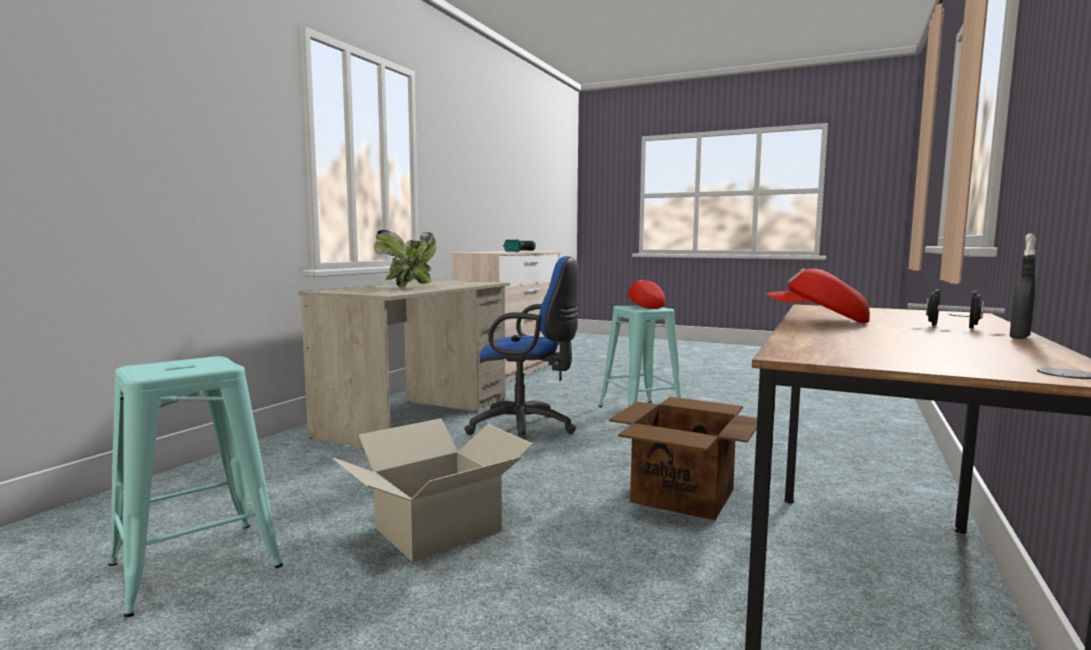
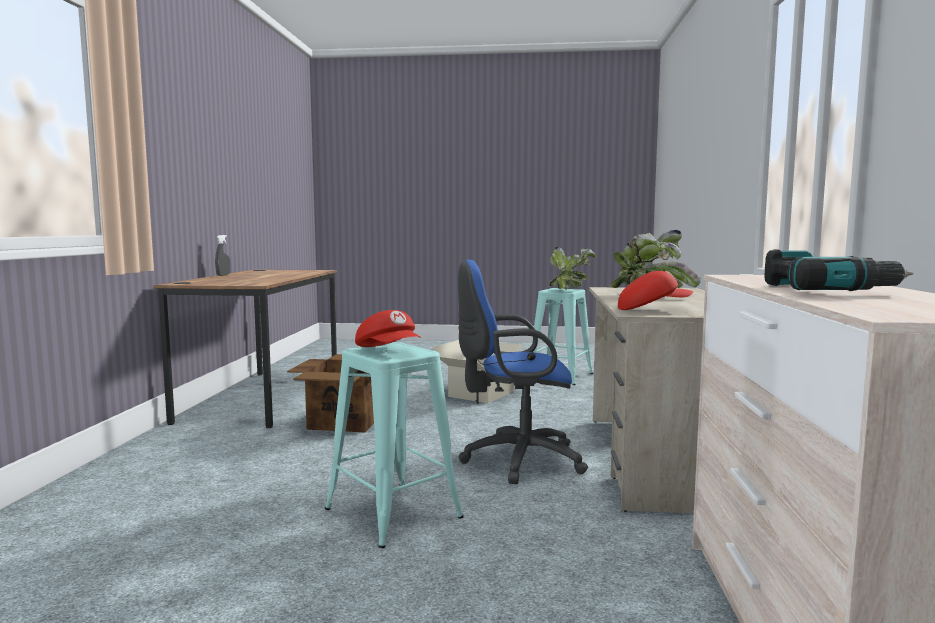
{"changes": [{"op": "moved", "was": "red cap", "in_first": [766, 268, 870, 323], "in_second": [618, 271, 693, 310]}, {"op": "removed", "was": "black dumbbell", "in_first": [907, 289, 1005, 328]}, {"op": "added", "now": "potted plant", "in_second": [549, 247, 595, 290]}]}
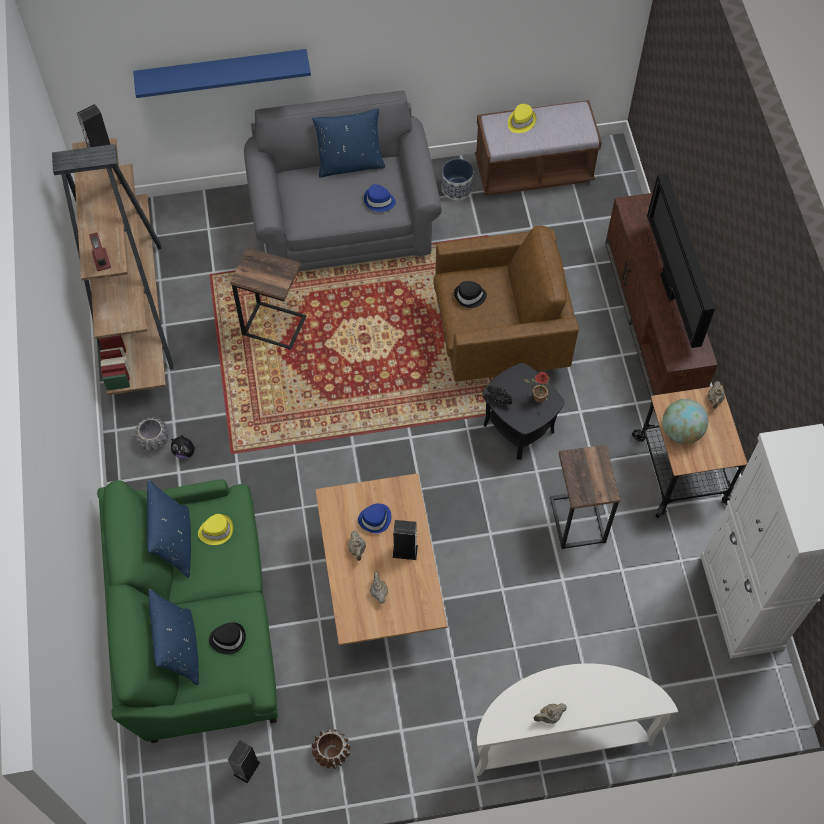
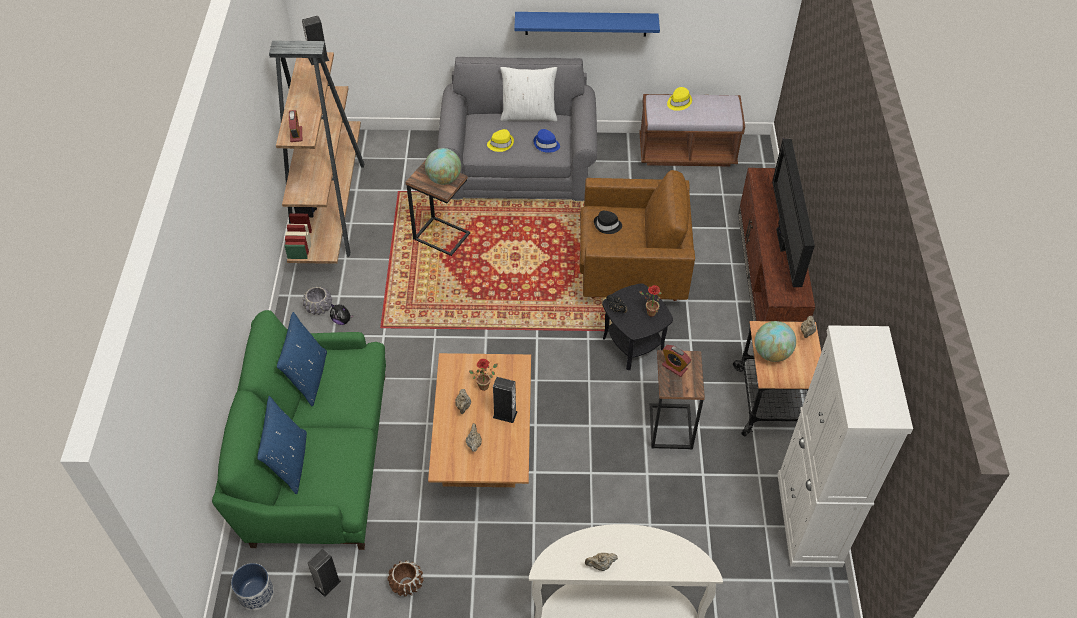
{"changes": [{"op": "moved", "was": "blue shelf", "in_first": [133, 49, 311, 98], "in_second": [514, 12, 660, 36]}, {"op": "moved", "was": "yellow hat", "in_first": [198, 514, 233, 545], "in_second": [487, 129, 514, 152]}, {"op": "removed", "was": "black hat", "in_first": [209, 622, 246, 654]}, {"op": "recoloured", "was": "blue pillow", "now": "white pillow", "in_first": [312, 108, 385, 178], "in_second": [500, 67, 557, 122]}, {"op": "replaced", "was": "blue hat", "now": "potted plant", "in_first": [358, 503, 391, 533], "in_second": [469, 359, 498, 391]}, {"op": "moved", "was": "planter", "in_first": [442, 159, 473, 200], "in_second": [231, 563, 274, 610]}, {"op": "added", "now": "globe", "in_second": [425, 148, 461, 185]}, {"op": "added", "now": "alarm clock", "in_second": [662, 345, 691, 377]}]}
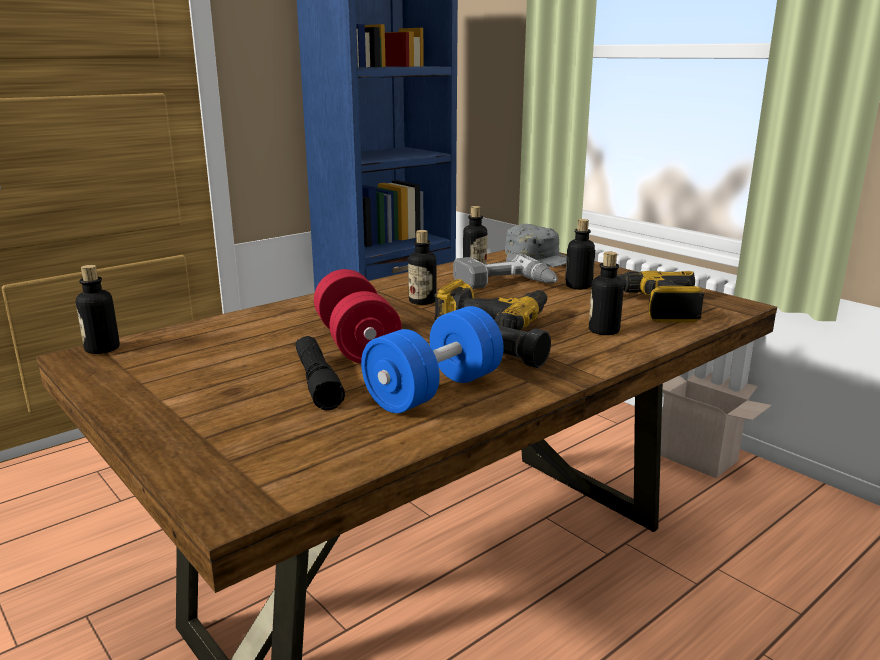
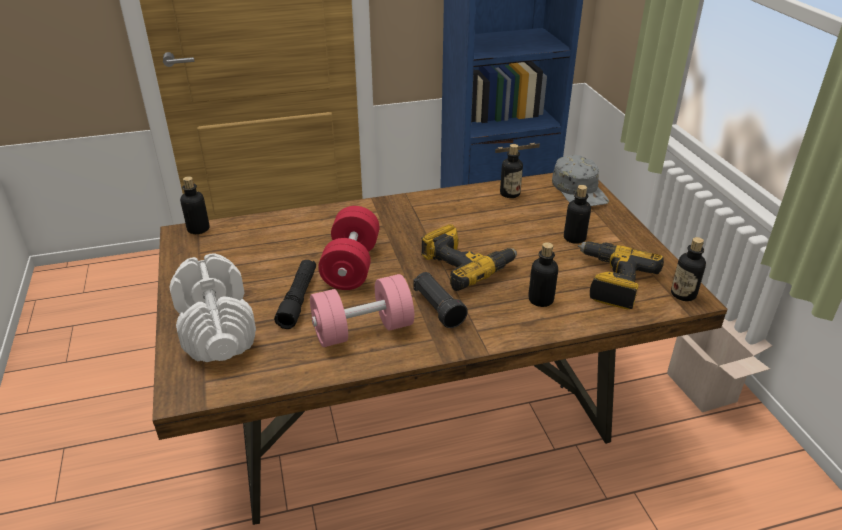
{"changes": [{"op": "recoloured", "was": "blue dumbbell", "now": "pink dumbbell", "in_first": [361, 306, 504, 413], "in_second": [310, 274, 414, 347]}, {"op": "moved", "was": "bottle", "in_first": [408, 230, 436, 305], "in_second": [671, 237, 706, 301]}, {"op": "removed", "was": "power drill", "in_first": [453, 253, 558, 289]}, {"op": "added", "now": "white dumbbell", "in_second": [169, 253, 256, 362]}]}
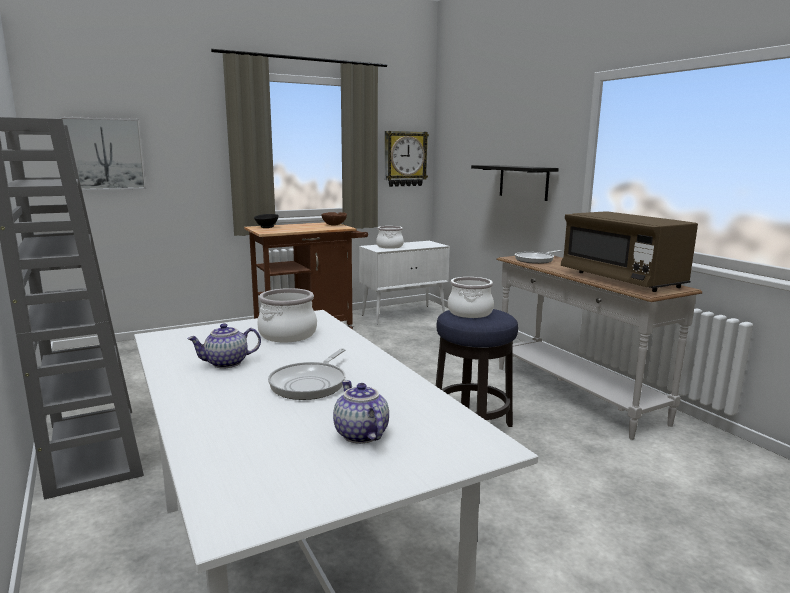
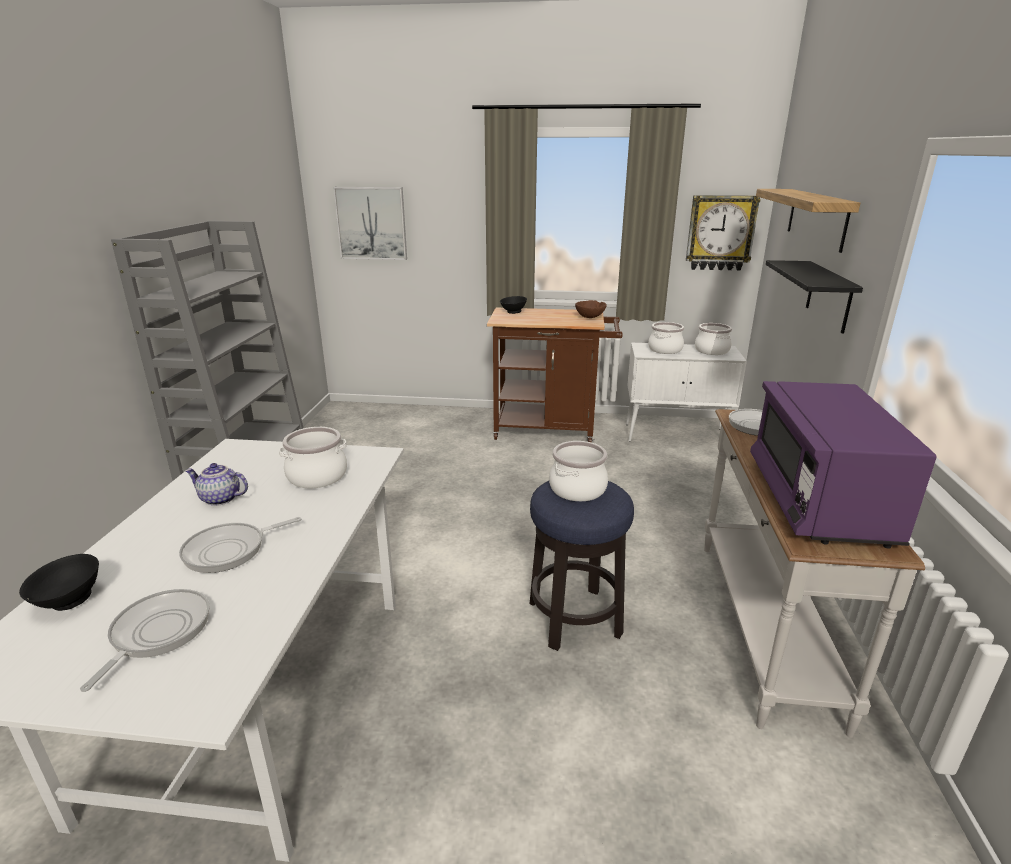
{"changes": [{"op": "replaced", "was": "teapot", "now": "frying pan", "in_first": [333, 380, 389, 444], "in_second": [80, 589, 210, 692]}, {"op": "recoloured", "was": "brown microwave", "now": "purple microwave", "in_first": [561, 211, 698, 292], "in_second": [750, 381, 937, 549]}, {"op": "added", "now": "black bowl", "in_second": [19, 554, 99, 611]}, {"op": "added", "now": "cooking pot", "in_second": [695, 323, 732, 355]}, {"op": "added", "now": "shelf", "in_second": [756, 189, 860, 253]}]}
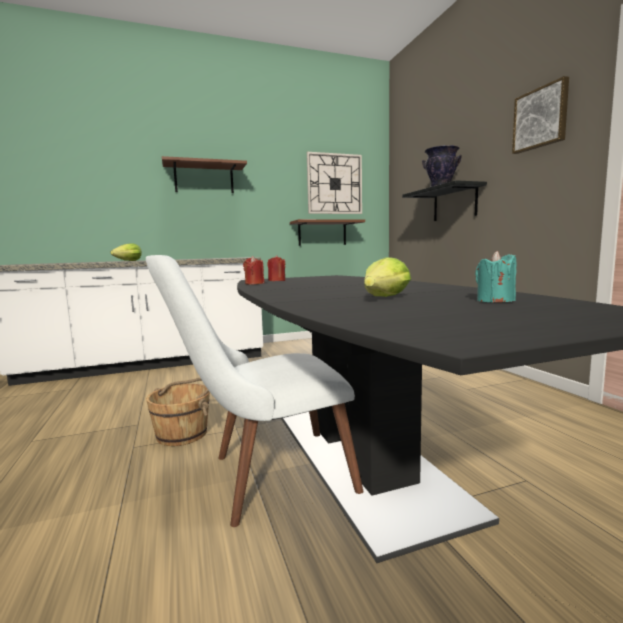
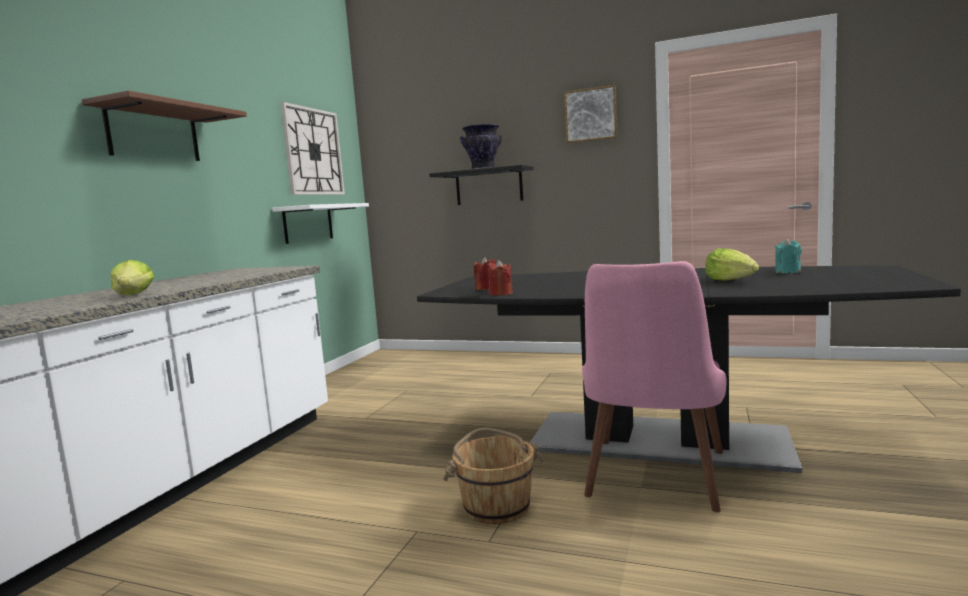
{"changes": [{"op": "recoloured", "was": "white chair", "now": "pink chair", "in_first": [146, 255, 363, 527], "in_second": [582, 261, 726, 513]}, {"op": "recoloured", "was": "brown shelf", "now": "white shelf", "in_first": [290, 219, 365, 246], "in_second": [272, 203, 369, 244]}]}
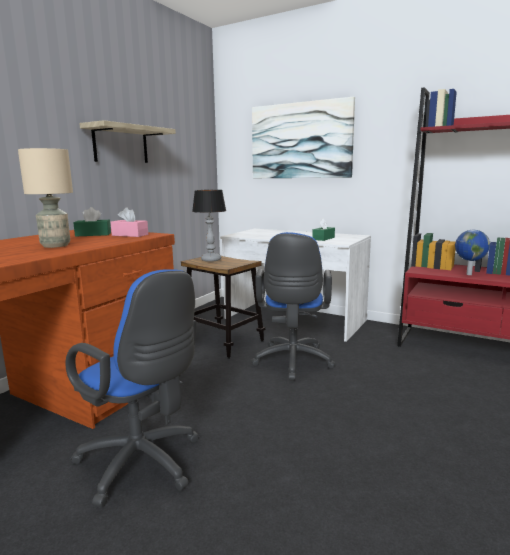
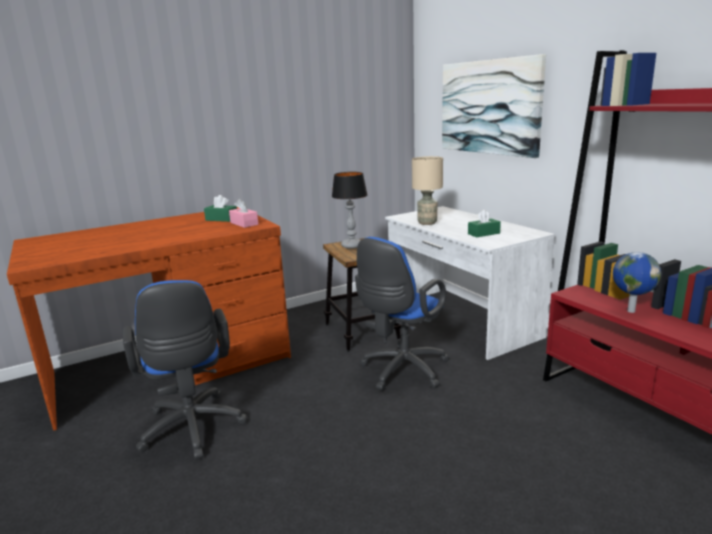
{"changes": [{"op": "moved", "was": "beige table lamp", "in_first": [18, 148, 73, 248], "in_second": [412, 156, 443, 225]}, {"op": "removed", "was": "shelf", "in_first": [79, 120, 176, 163]}]}
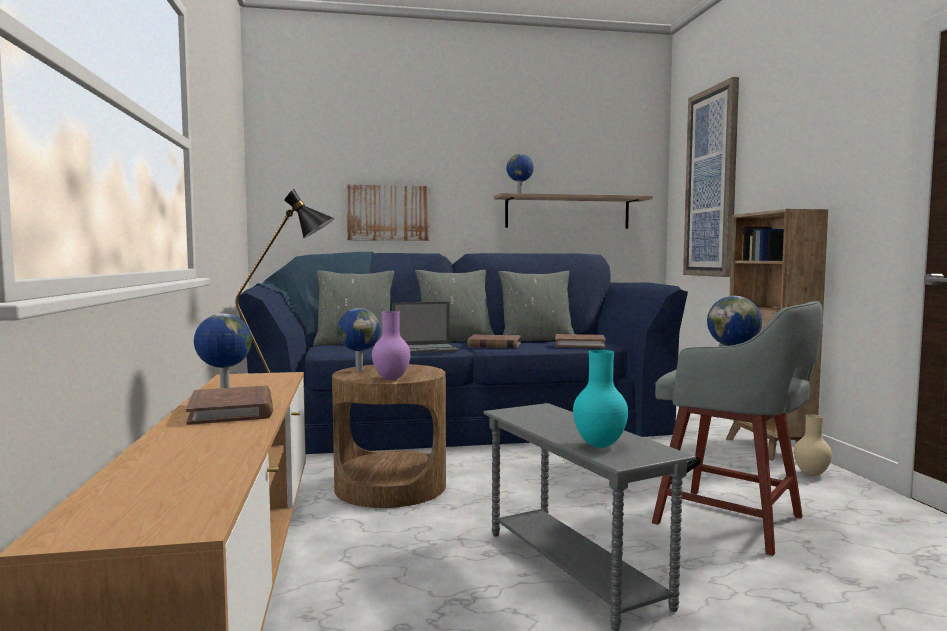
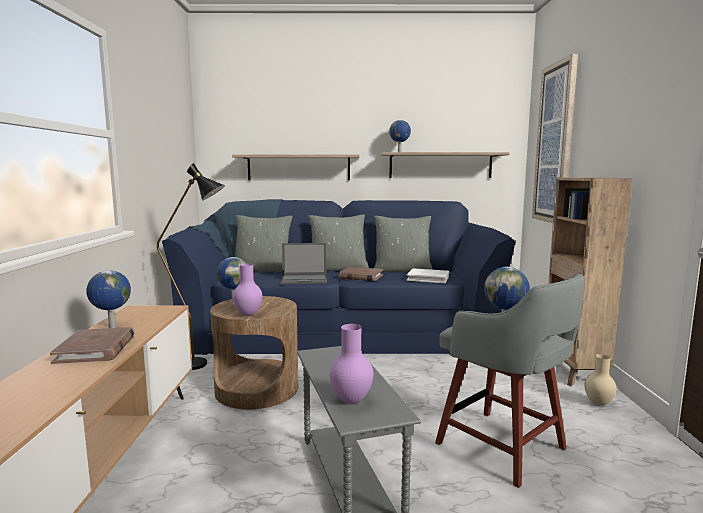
{"changes": [{"op": "replaced", "was": "picture", "now": "shelf", "in_first": [347, 185, 430, 241], "in_second": [232, 155, 360, 180]}, {"op": "recoloured", "was": "brown book", "now": "white book", "in_first": [555, 334, 606, 348], "in_second": [406, 268, 449, 283]}, {"op": "recoloured", "was": "turquoise vase", "now": "purple vase", "in_first": [573, 350, 628, 448], "in_second": [329, 324, 373, 404]}]}
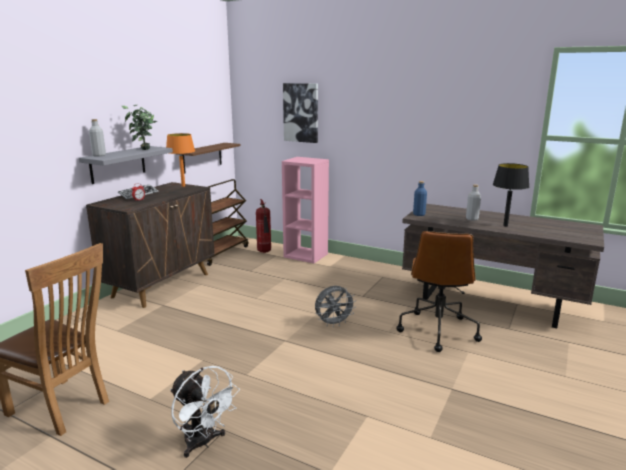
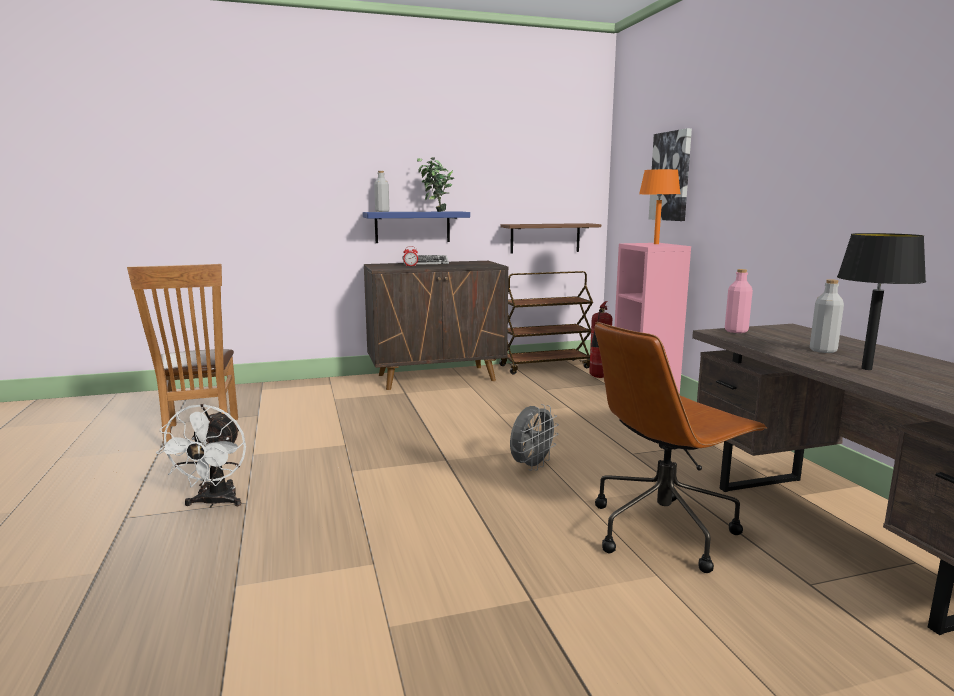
{"changes": [{"op": "recoloured", "was": "grey shelf", "now": "blue shelf", "in_first": [79, 146, 173, 184], "in_second": [363, 211, 470, 243]}, {"op": "moved", "was": "orange table lamp", "in_first": [166, 133, 195, 187], "in_second": [639, 169, 680, 244]}, {"op": "turned", "was": "grey fan", "in_first": [315, 286, 356, 327], "in_second": [510, 404, 559, 471], "clockwise": -75}, {"op": "recoloured", "was": "blue bottle", "now": "pink bottle", "in_first": [413, 181, 427, 216], "in_second": [725, 269, 753, 333]}]}
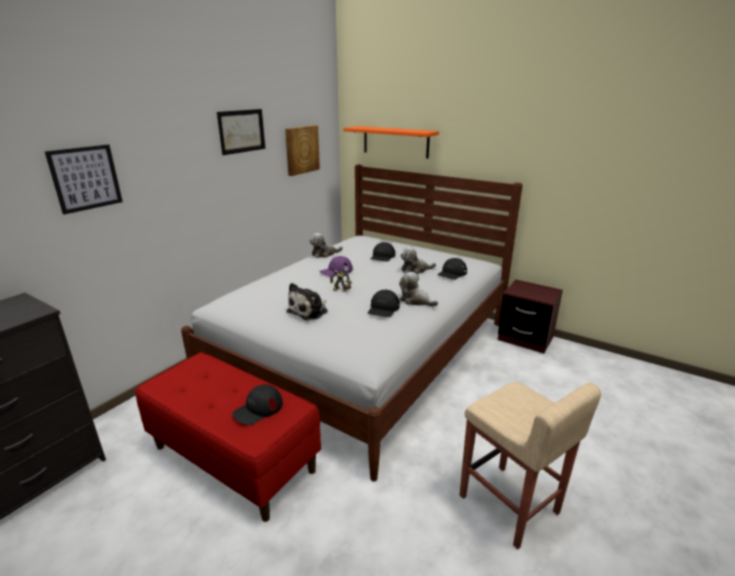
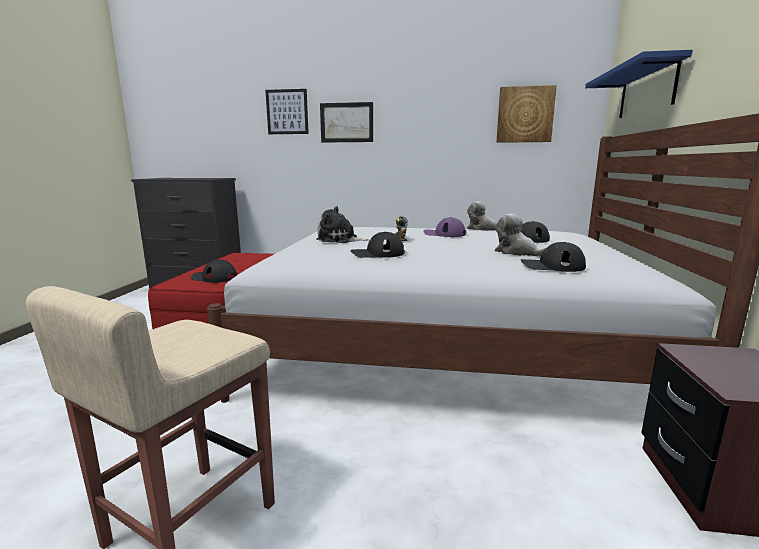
{"changes": [{"op": "moved", "was": "picture", "in_first": [217, 109, 265, 155], "in_second": [320, 102, 373, 143]}, {"op": "recoloured", "was": "orange shelf", "now": "blue shelf", "in_first": [344, 126, 439, 158], "in_second": [585, 50, 693, 118]}, {"op": "removed", "was": "plush toy", "in_first": [399, 272, 438, 307]}]}
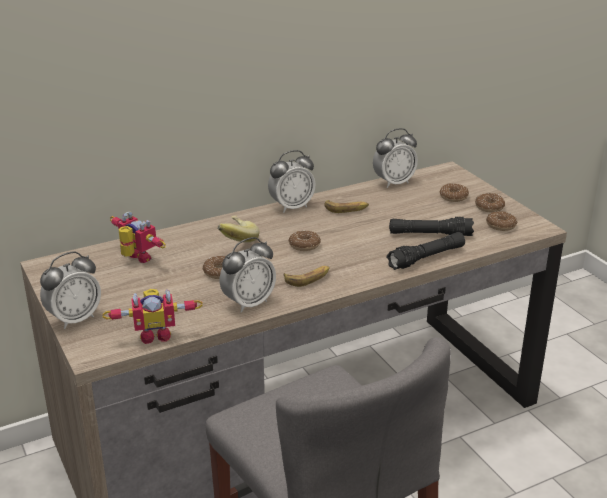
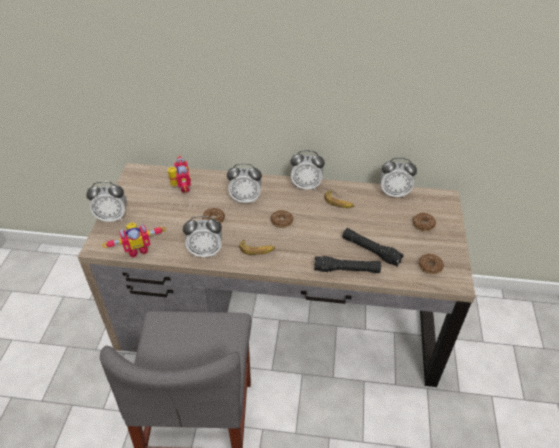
{"changes": [{"op": "turned", "was": "toy robot", "in_first": [102, 289, 203, 344], "in_second": [102, 223, 166, 258], "clockwise": -45}, {"op": "replaced", "was": "banana", "now": "alarm clock", "in_first": [218, 216, 260, 243], "in_second": [227, 163, 262, 203]}, {"op": "removed", "was": "donut", "in_first": [475, 193, 505, 212]}]}
